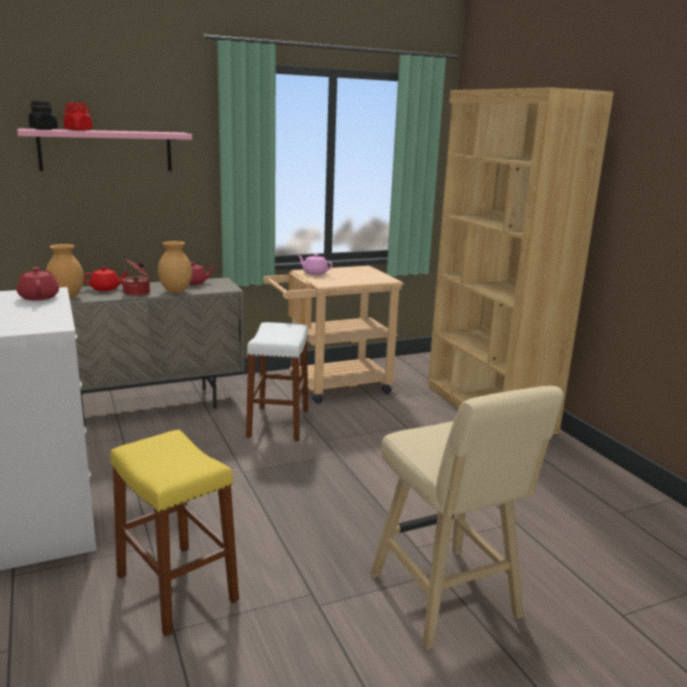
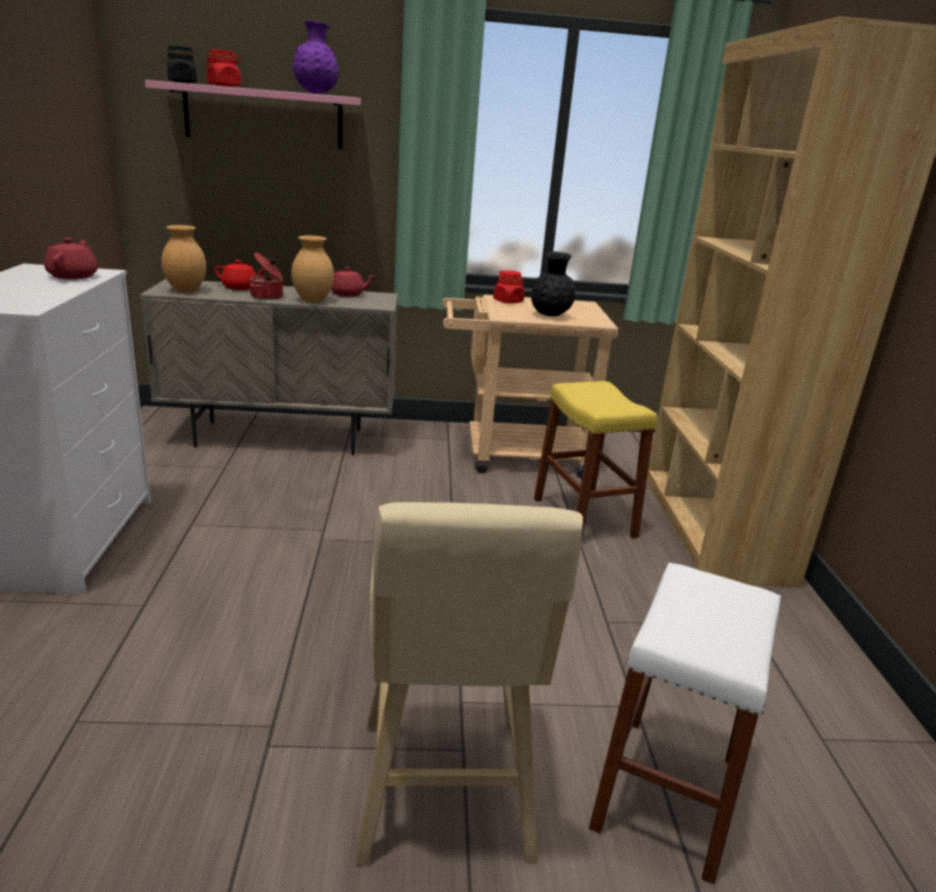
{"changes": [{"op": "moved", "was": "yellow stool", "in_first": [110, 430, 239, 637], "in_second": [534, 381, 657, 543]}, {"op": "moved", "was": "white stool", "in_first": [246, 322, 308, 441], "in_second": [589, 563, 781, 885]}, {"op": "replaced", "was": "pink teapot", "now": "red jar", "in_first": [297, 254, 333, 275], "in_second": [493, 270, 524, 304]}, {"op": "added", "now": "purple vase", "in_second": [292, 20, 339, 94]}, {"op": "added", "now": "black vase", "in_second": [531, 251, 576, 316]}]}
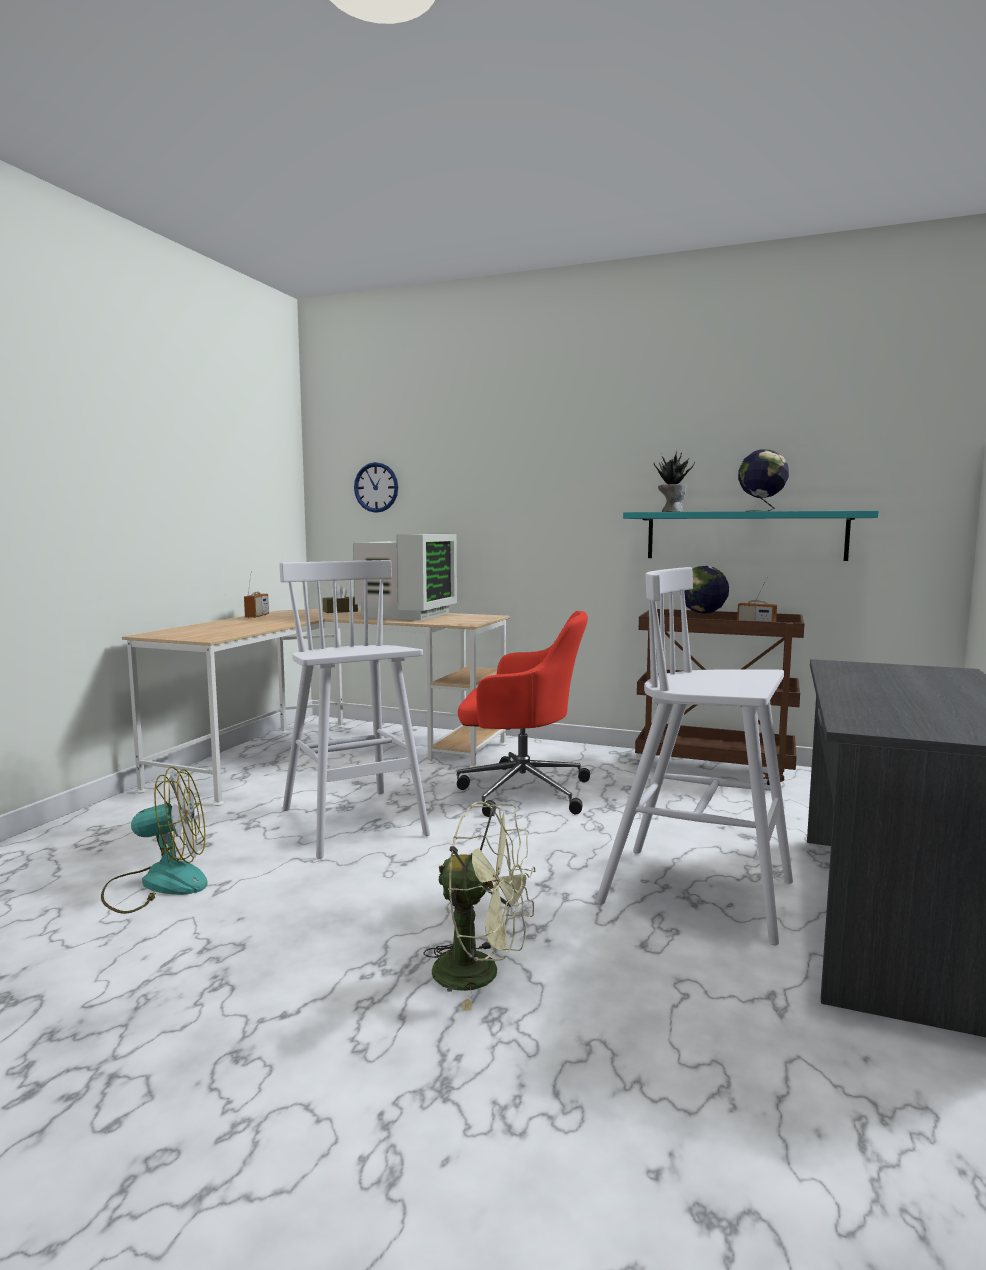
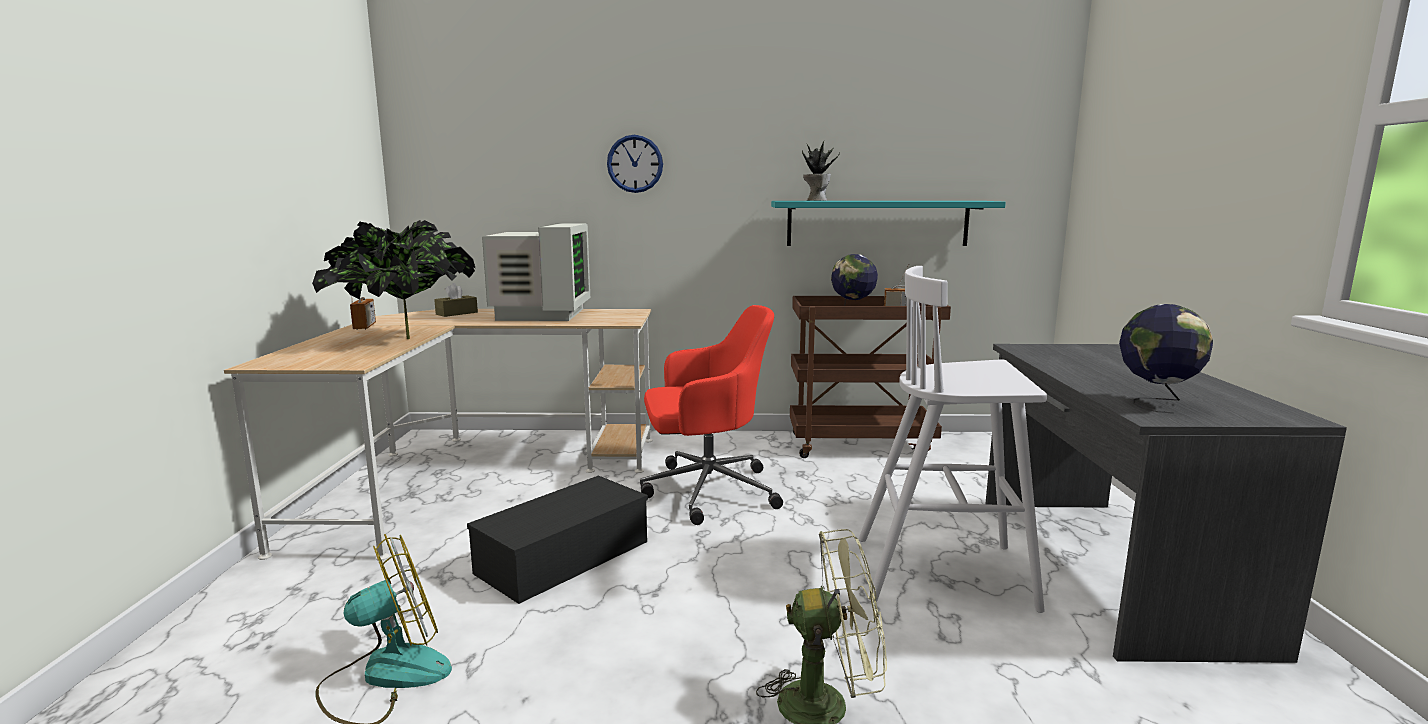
{"changes": [{"op": "replaced", "was": "white stool", "now": "black storage box", "in_first": [279, 560, 430, 859], "in_second": [467, 476, 648, 604]}, {"op": "moved", "was": "wall clock", "in_first": [354, 462, 398, 513], "in_second": [607, 135, 663, 193]}, {"op": "moved", "was": "globe", "in_first": [738, 449, 789, 511], "in_second": [1119, 304, 1213, 414]}, {"op": "added", "now": "potted plant", "in_second": [312, 220, 475, 339]}]}
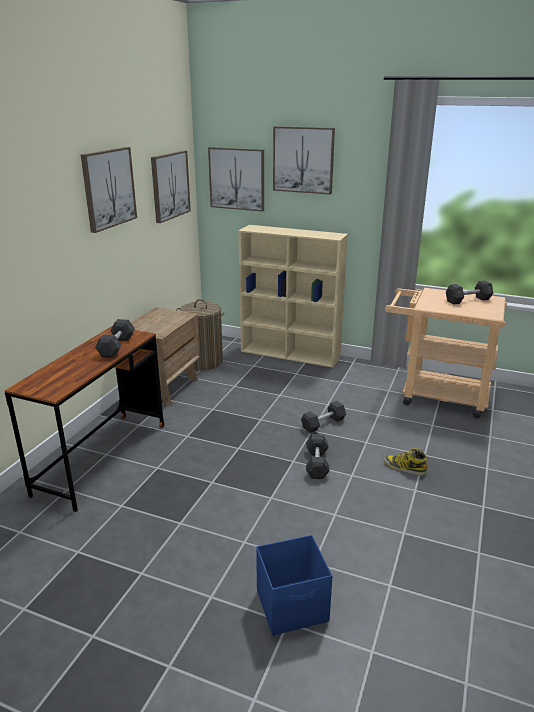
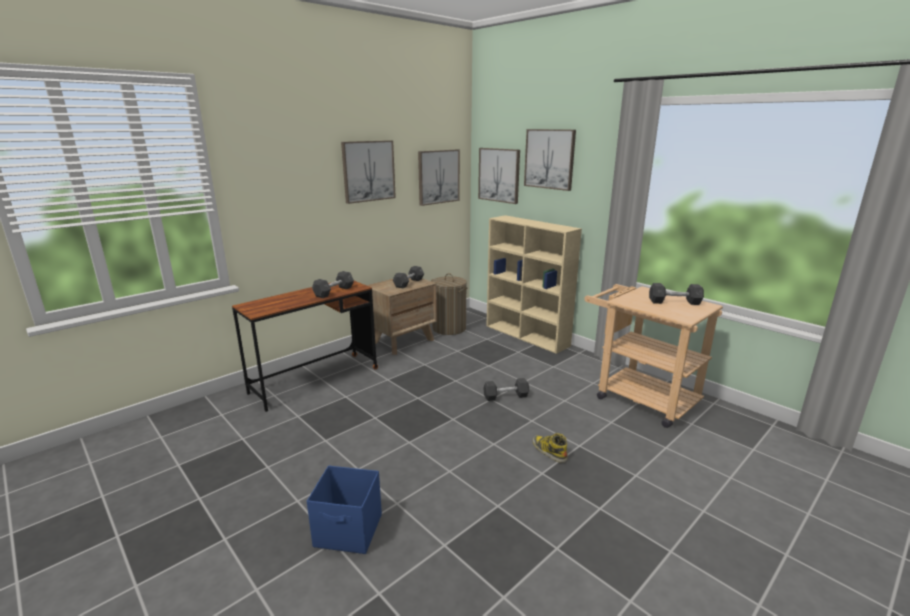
{"changes": [{"op": "moved", "was": "grey dumbbell", "in_first": [306, 435, 329, 479], "in_second": [393, 266, 424, 288]}]}
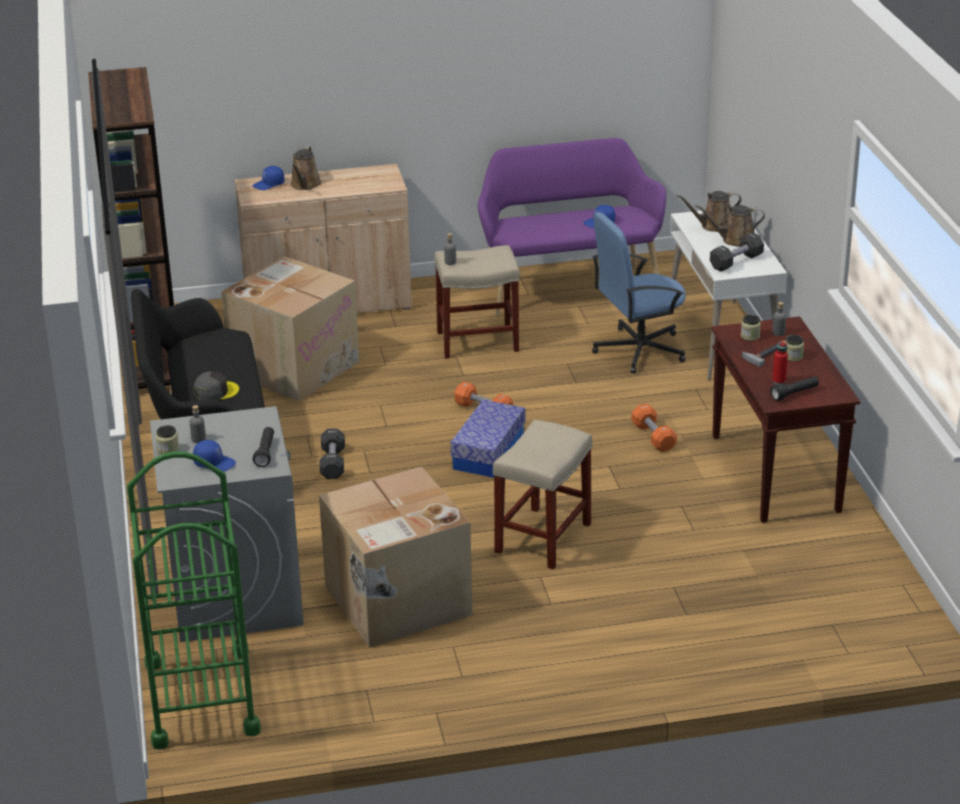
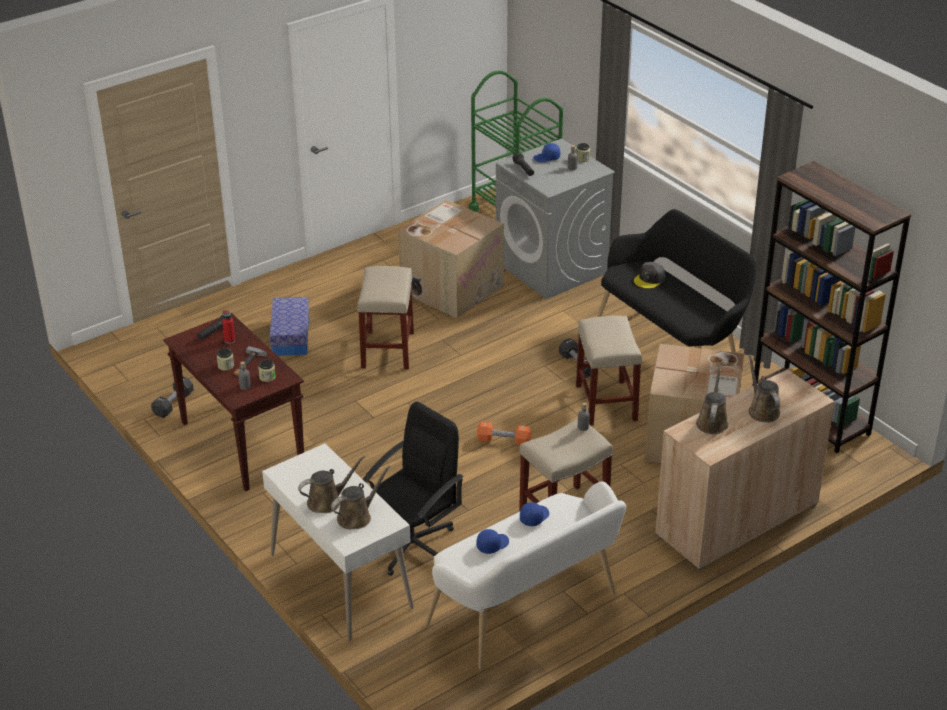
{"changes": [{"op": "moved", "was": "blue cap", "in_first": [252, 166, 284, 190], "in_second": [520, 502, 549, 526]}, {"op": "moved", "was": "storage box", "in_first": [450, 400, 525, 478], "in_second": [270, 297, 309, 356]}, {"op": "recoloured", "was": "purple bench", "now": "white bench", "in_first": [478, 138, 666, 317], "in_second": [425, 481, 627, 670]}, {"op": "recoloured", "was": "blue office chair", "now": "black office chair", "in_first": [592, 212, 686, 374], "in_second": [363, 402, 464, 576]}, {"op": "removed", "was": "orange dumbbell", "in_first": [632, 403, 677, 452]}, {"op": "moved", "was": "black dumbbell", "in_first": [710, 233, 764, 272], "in_second": [151, 377, 194, 418]}, {"op": "added", "now": "beige stool", "in_second": [576, 316, 642, 425]}, {"op": "added", "now": "brown watering can", "in_second": [696, 365, 729, 434]}]}
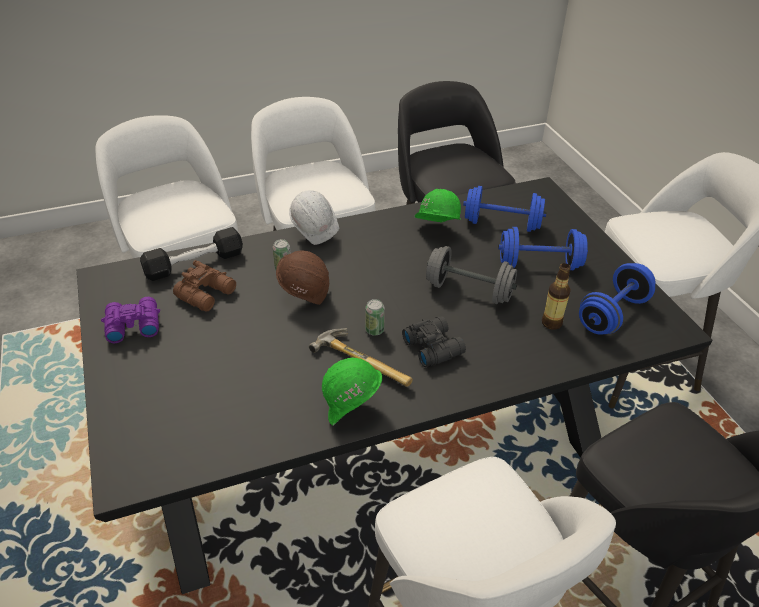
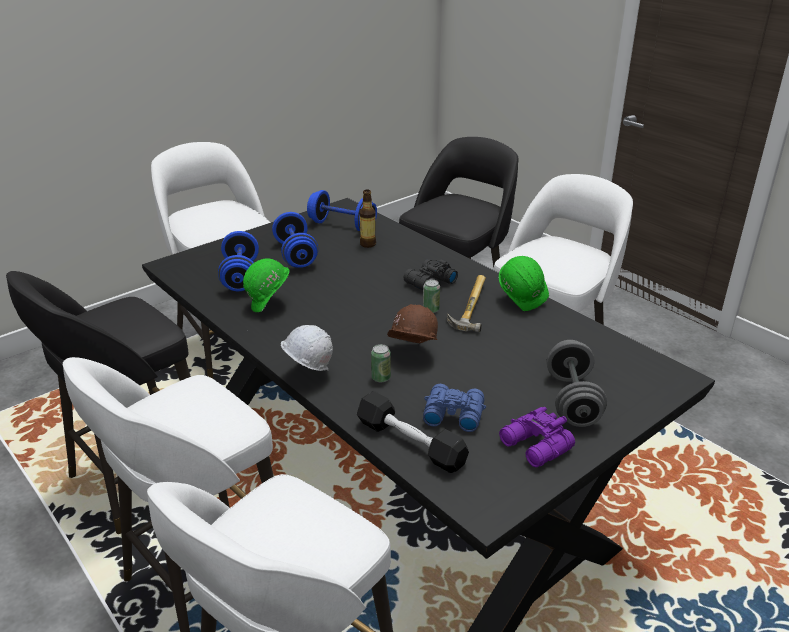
{"changes": [{"op": "recoloured", "was": "brown binoculars", "now": "blue binoculars", "in_first": [173, 260, 236, 312], "in_second": [423, 384, 486, 432]}, {"op": "moved", "was": "grey dumbbell", "in_first": [426, 246, 517, 304], "in_second": [547, 340, 607, 427]}]}
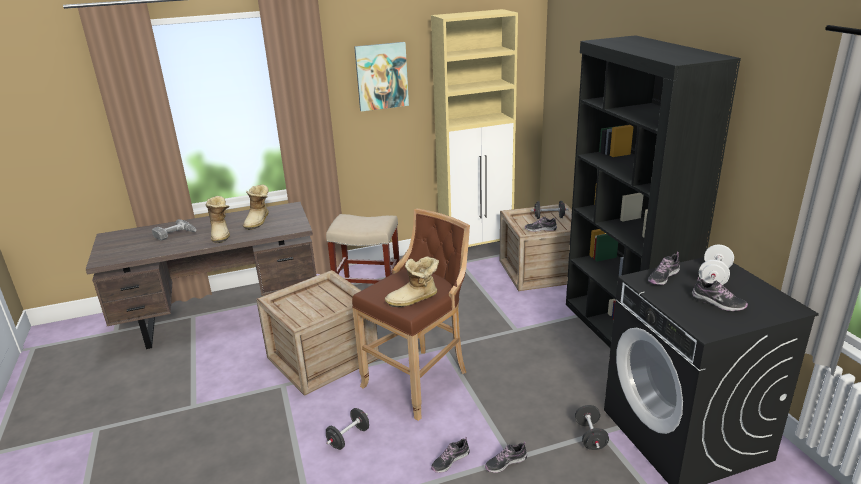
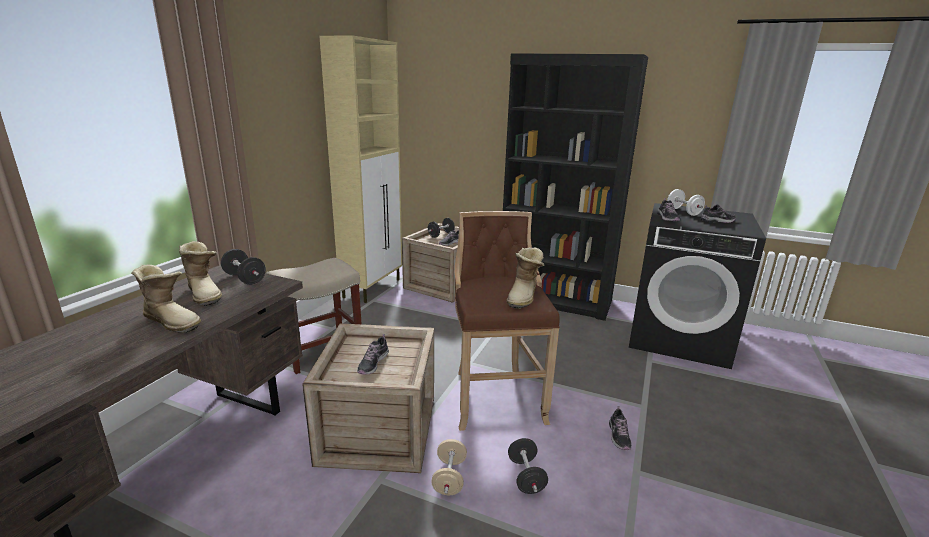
{"changes": [{"op": "removed", "was": "power drill", "in_first": [152, 219, 197, 241]}, {"op": "removed", "was": "picture", "in_first": [354, 42, 409, 112]}, {"op": "moved", "was": "shoe", "in_first": [485, 442, 527, 473], "in_second": [357, 334, 389, 375]}, {"op": "moved", "was": "black dumbbell", "in_first": [575, 405, 609, 450], "in_second": [221, 249, 266, 285]}, {"op": "added", "now": "beige dumbbell", "in_second": [431, 439, 467, 495]}]}
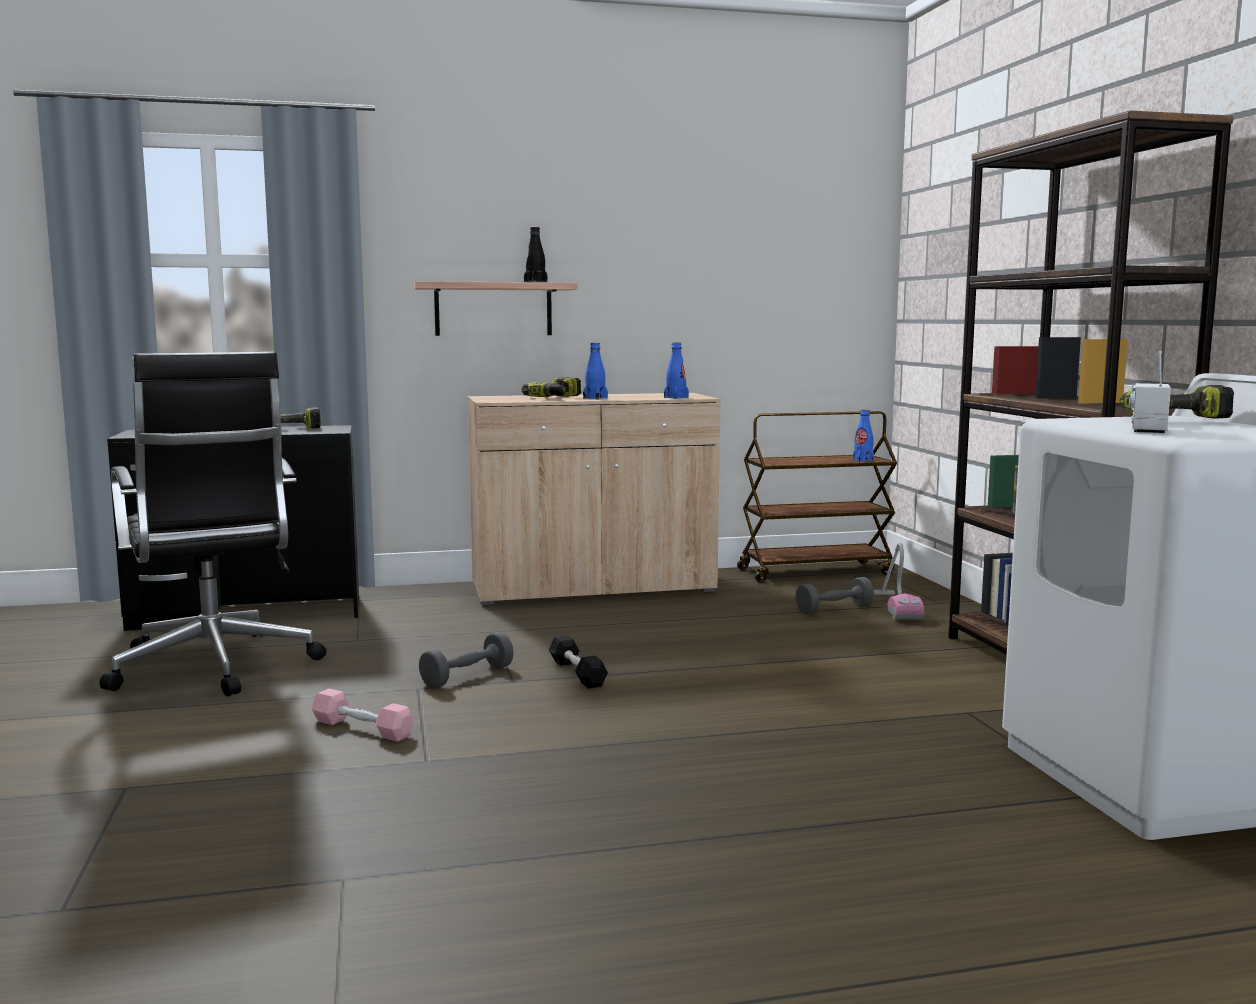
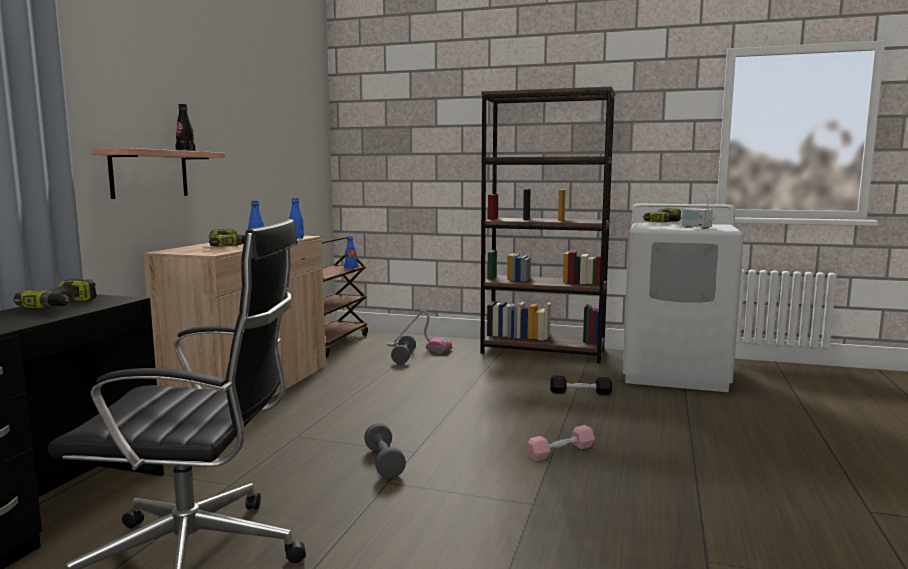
{"changes": [{"op": "moved", "was": "pink dumbbell", "in_first": [312, 688, 414, 742], "in_second": [526, 425, 595, 462]}, {"op": "moved", "was": "black dumbbell", "in_first": [549, 635, 608, 688], "in_second": [550, 376, 612, 395]}]}
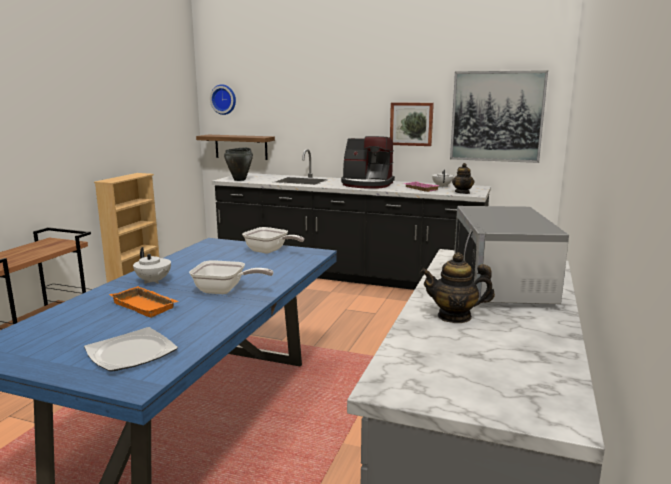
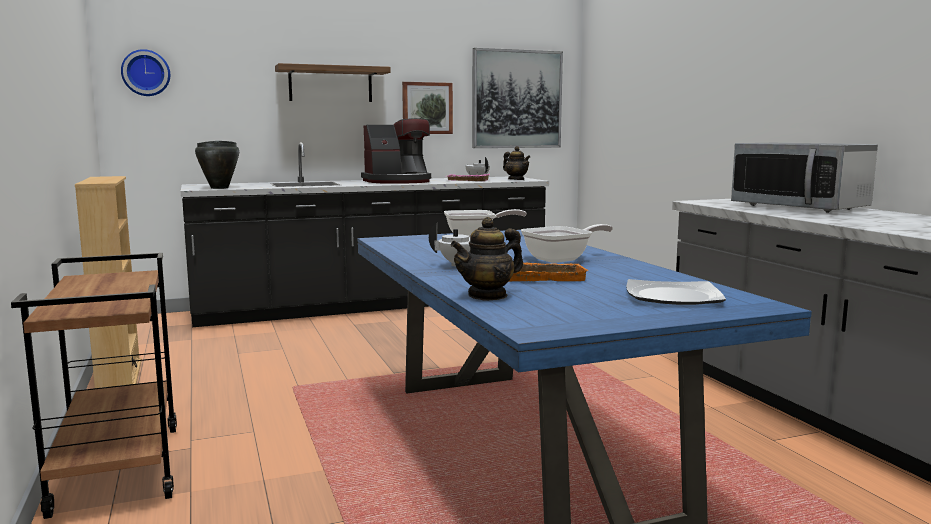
{"changes": [{"op": "moved", "was": "shelf", "in_first": [196, 135, 275, 160], "in_second": [275, 63, 391, 102]}, {"op": "moved", "was": "teapot", "in_first": [420, 253, 495, 323], "in_second": [450, 217, 523, 301]}]}
